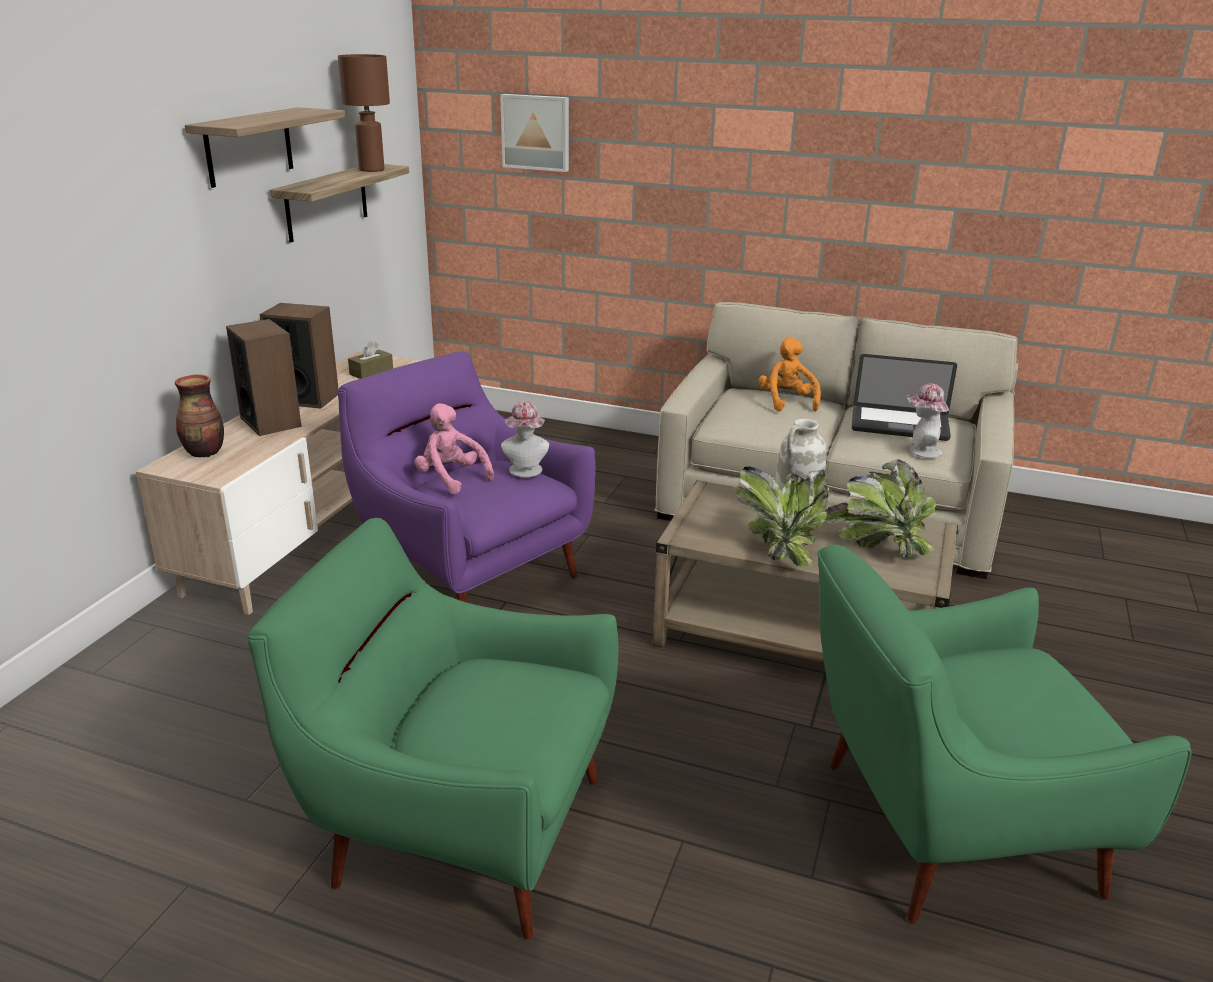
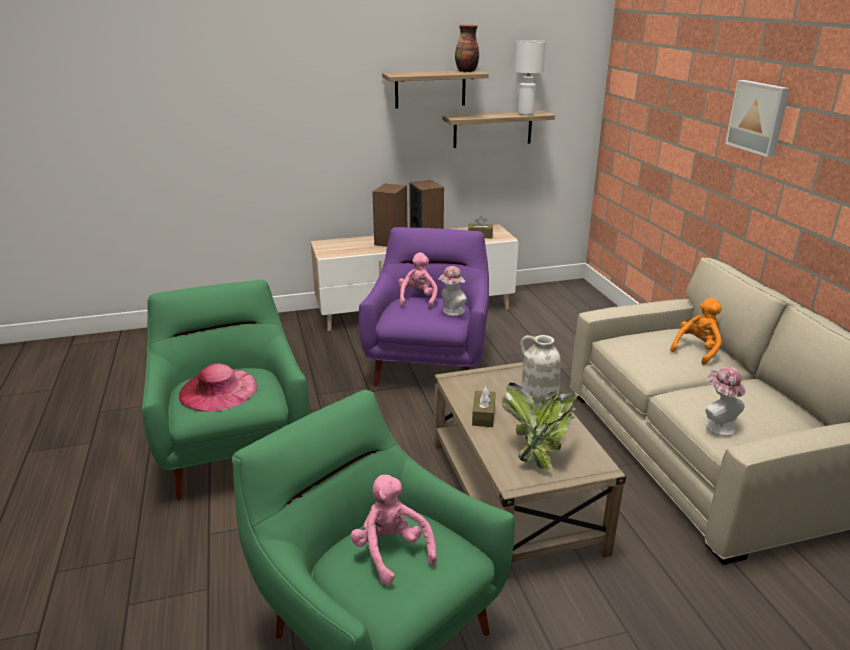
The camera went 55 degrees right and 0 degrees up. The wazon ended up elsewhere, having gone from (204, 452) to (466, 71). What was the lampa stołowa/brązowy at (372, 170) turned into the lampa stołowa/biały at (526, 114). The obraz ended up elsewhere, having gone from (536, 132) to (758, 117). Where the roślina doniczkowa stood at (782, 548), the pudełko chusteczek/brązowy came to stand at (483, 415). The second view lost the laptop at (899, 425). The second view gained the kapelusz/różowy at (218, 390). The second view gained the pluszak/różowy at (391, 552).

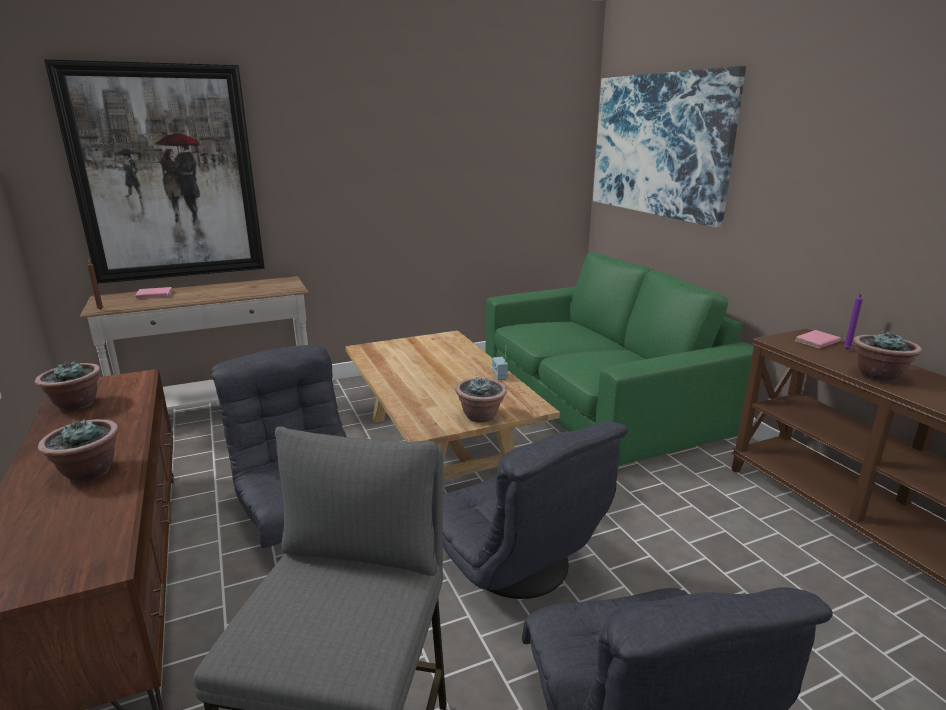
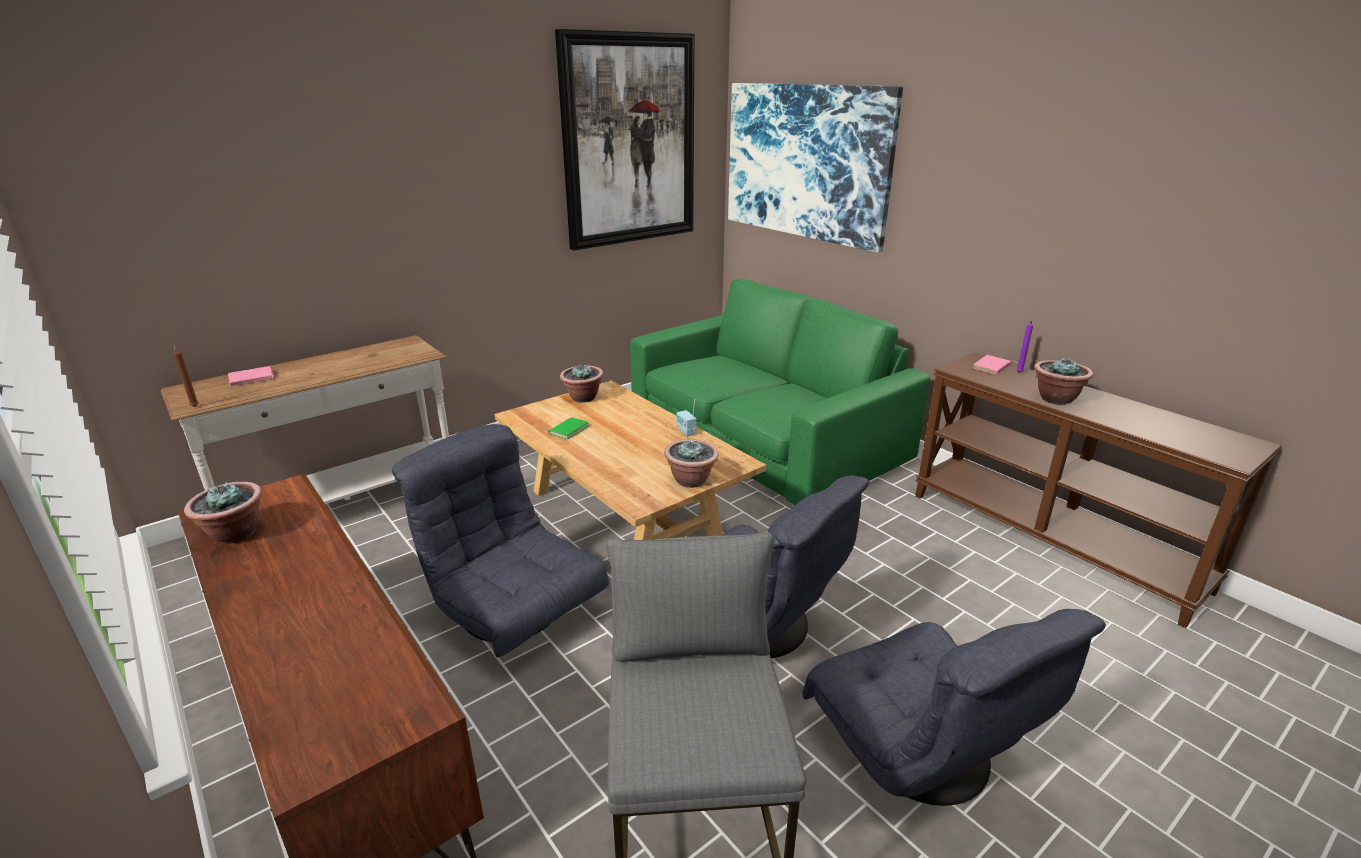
The camera went 15 degrees left and 5 degrees up. The roślina doniczkowa ended up elsewhere, having gone from (88, 472) to (583, 398). The obraz ended up elsewhere, having gone from (166, 174) to (629, 141). The second view gained the książka/zielony at (568, 430).

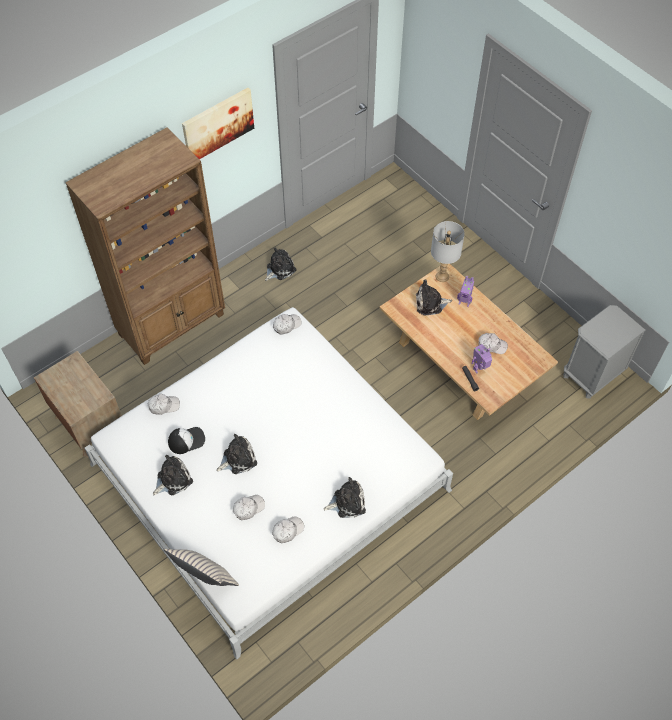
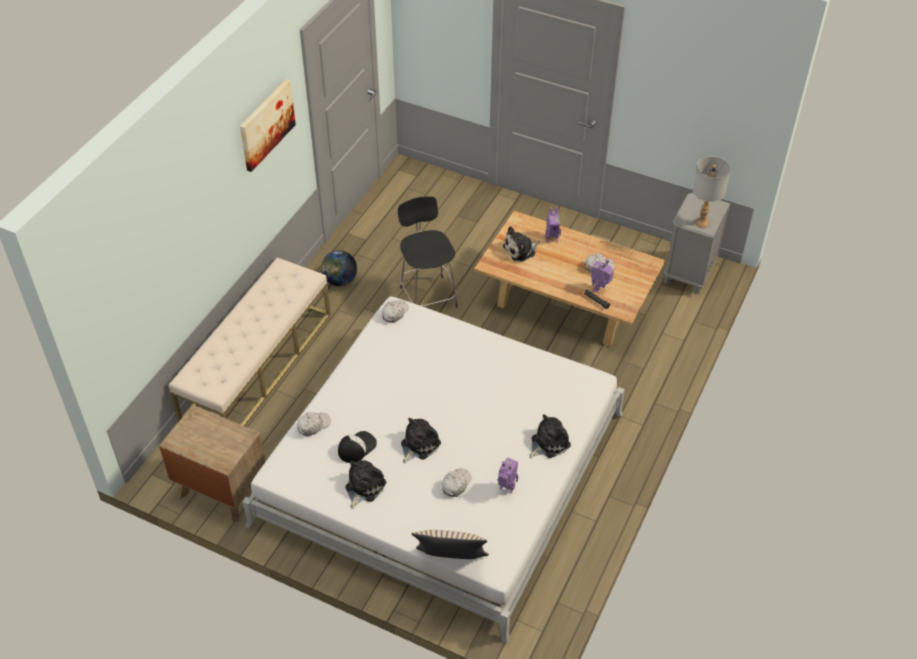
The camera went 25 degrees left and 10 degrees down. Where the regał/brązowy stood at (172, 324), the ławka/beżowy came to stand at (257, 366). Where the pluszak stood at (279, 269), the globus came to stand at (340, 281). Where the czapka z daszkiem/biały stood at (287, 530), the robot zabawkowy came to stand at (506, 489). The lampa stołowa/szary ended up elsewhere, having gone from (442, 276) to (702, 223). The second view gained the stołek/czarny at (428, 295).

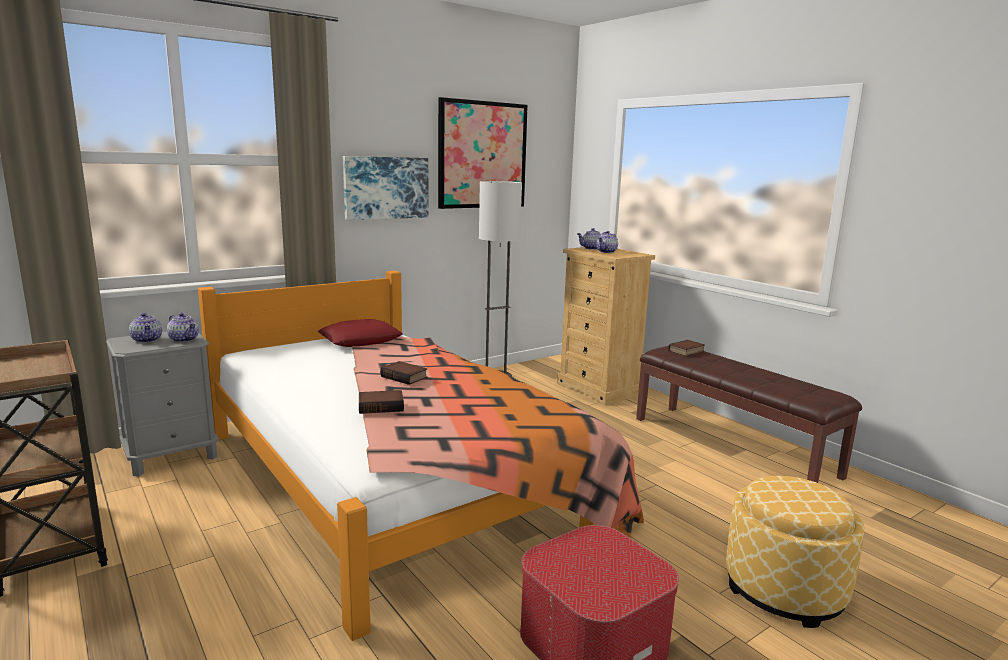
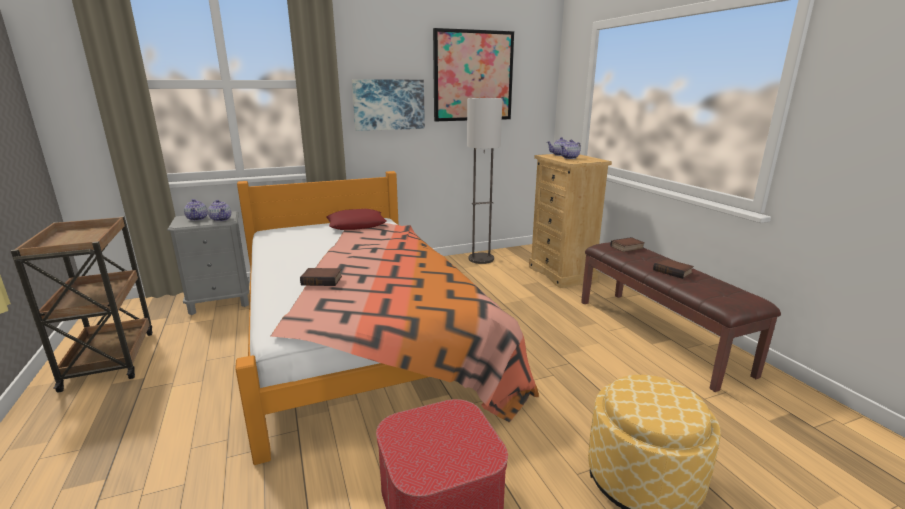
The camera went 15 degrees right and 5 degrees up. The książka ended up elsewhere, having gone from (405, 377) to (673, 271).

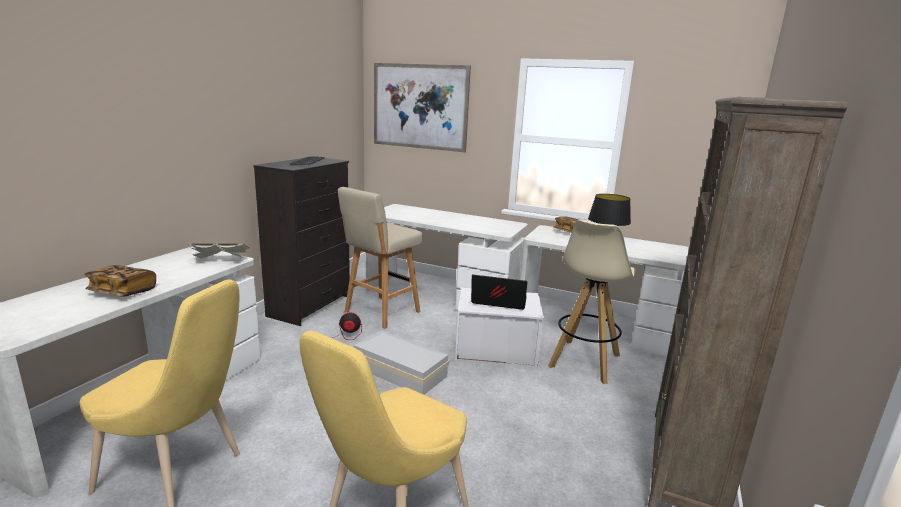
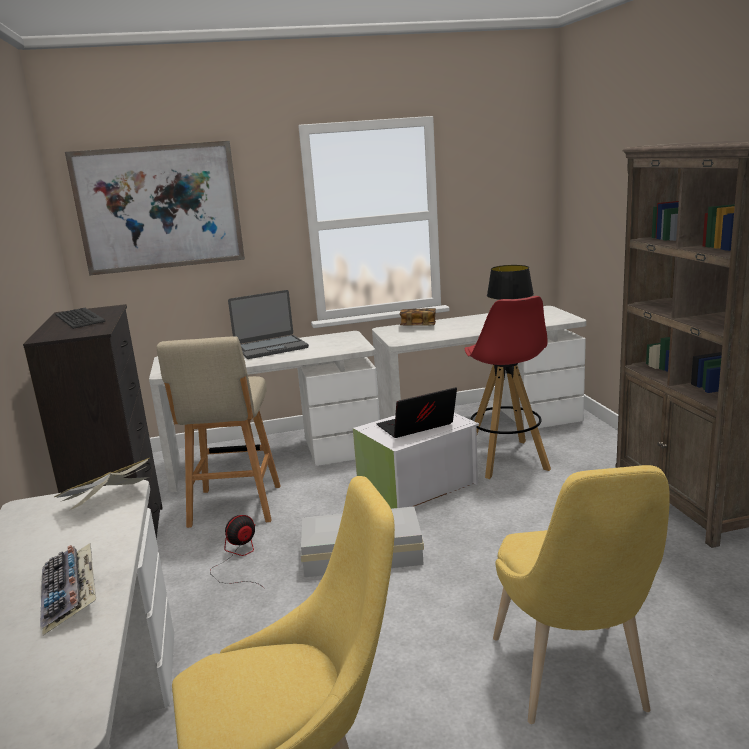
The camera went 35 degrees left and 0 degrees up. Where the książka stood at (123, 292), the klawiatura came to stand at (71, 595). What was the stołek/beżowy at (584, 361) turned into the stołek/czerwony at (506, 459). The second view gained the laptop at (271, 348).

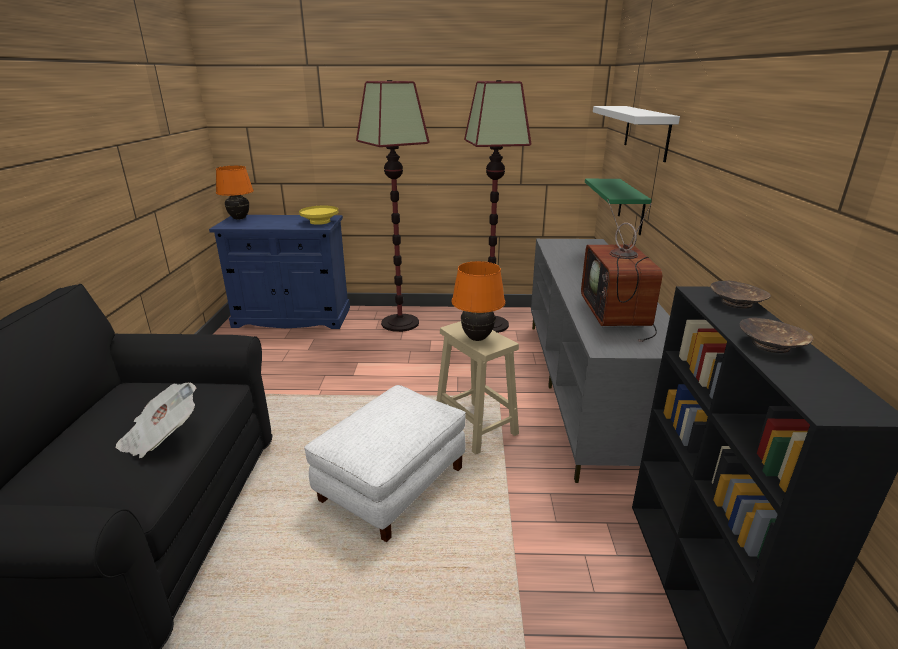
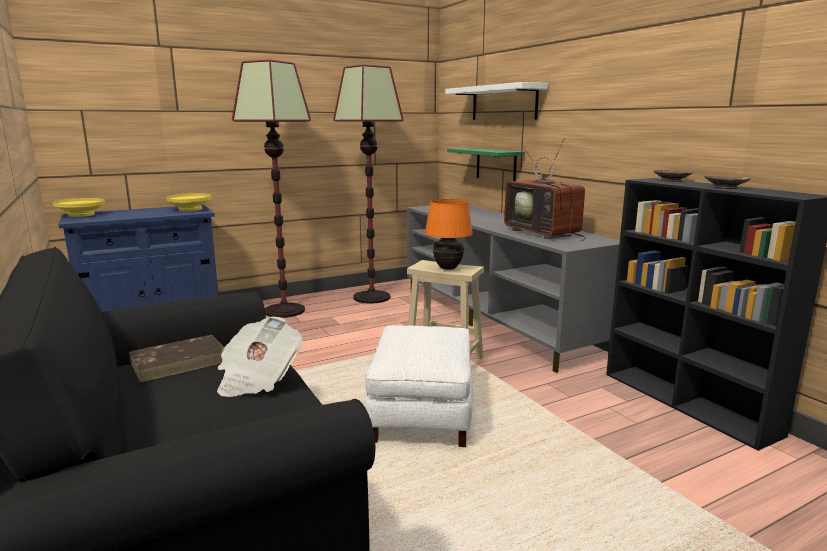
The camera went 30 degrees left and 10 degrees down. Where the lampa stołowa/pomarańczowy stood at (239, 218), the miska/żółty came to stand at (81, 215). The second view gained the książka/brązowy at (180, 361).

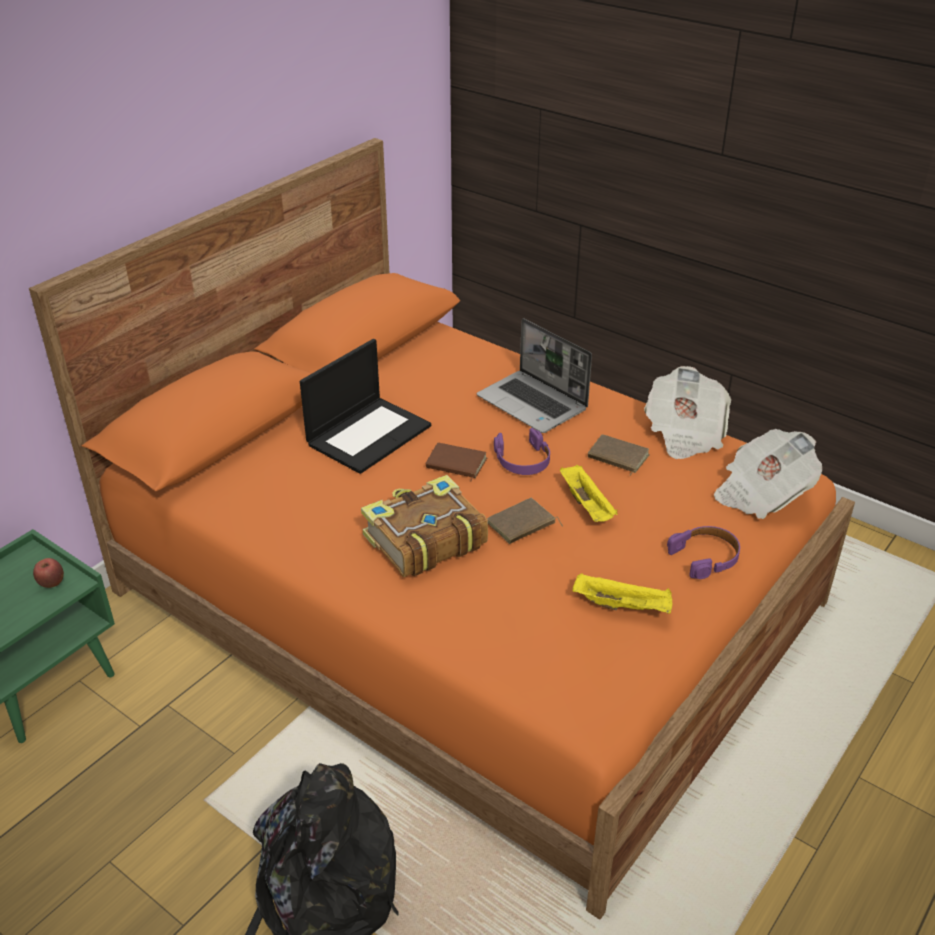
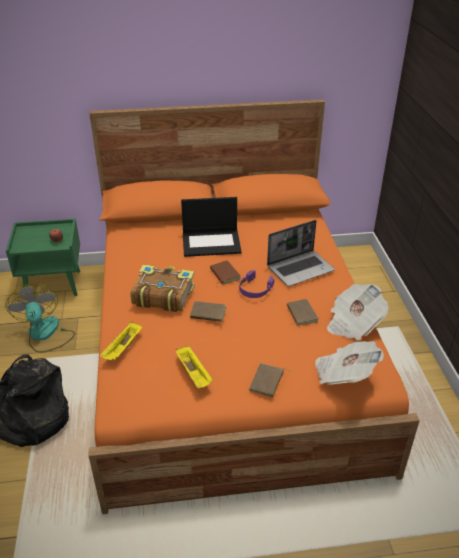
The camera went 45 degrees right and 0 degrees up. The laptop at (533, 404) ended up facing another way, 120 degrees counterclockwise from before. The taca/żółty ended up elsewhere, having gone from (587, 505) to (123, 348). Where the słuchawki/fioletowy stood at (705, 557), the książka/brązowy came to stand at (267, 382). The second view gained the wentylator at (45, 334).

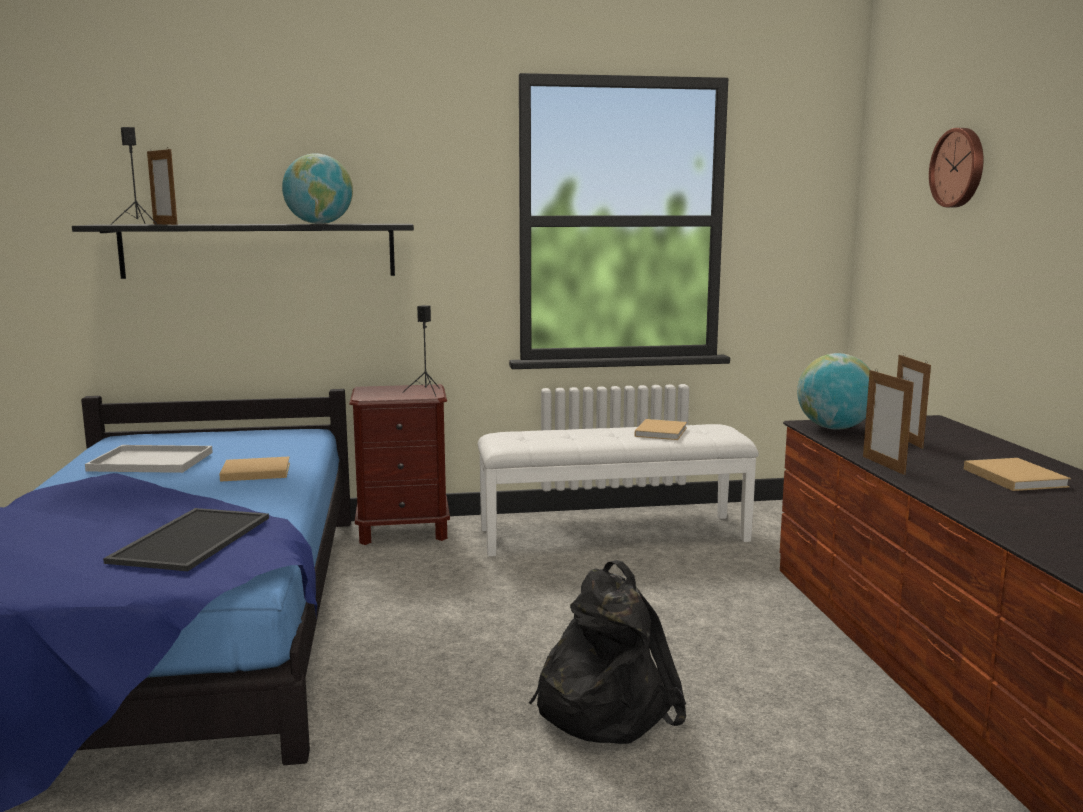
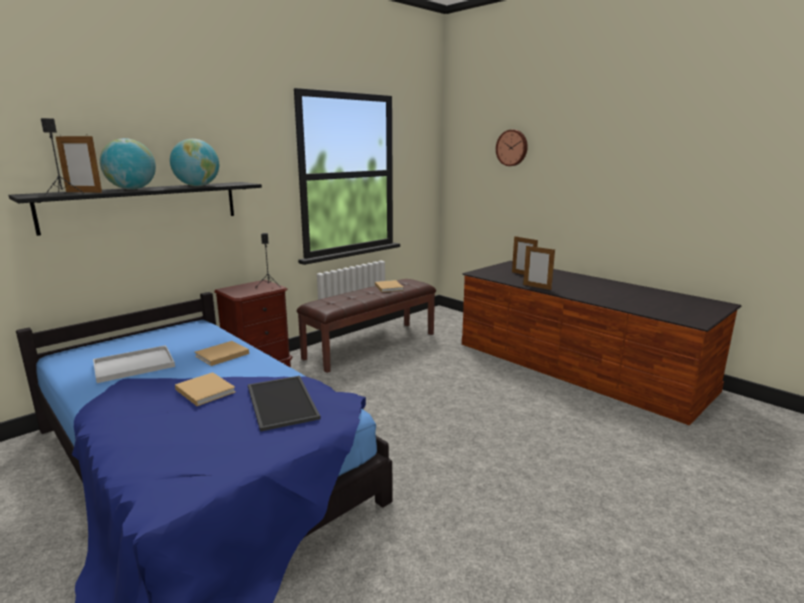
The camera went 35 degrees left and 5 degrees up. What was the ławka/biały at (613, 534) turned into the ławka/brązowy at (371, 345). The second view lost the plecak/czarny at (602, 706). The globus ended up elsewhere, having gone from (834, 428) to (132, 189). The książka/beżowy ended up elsewhere, having gone from (1012, 477) to (204, 390).

